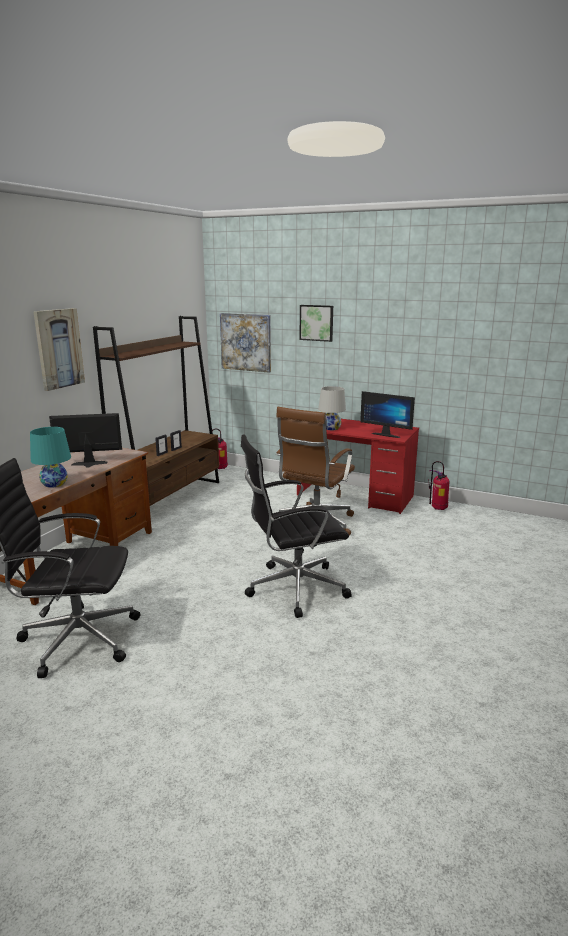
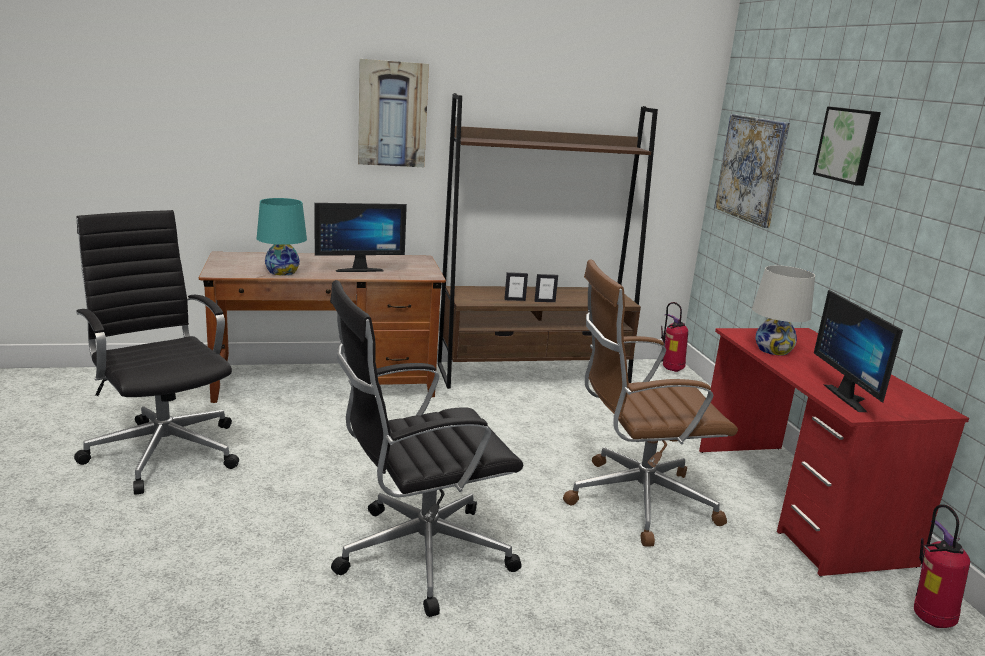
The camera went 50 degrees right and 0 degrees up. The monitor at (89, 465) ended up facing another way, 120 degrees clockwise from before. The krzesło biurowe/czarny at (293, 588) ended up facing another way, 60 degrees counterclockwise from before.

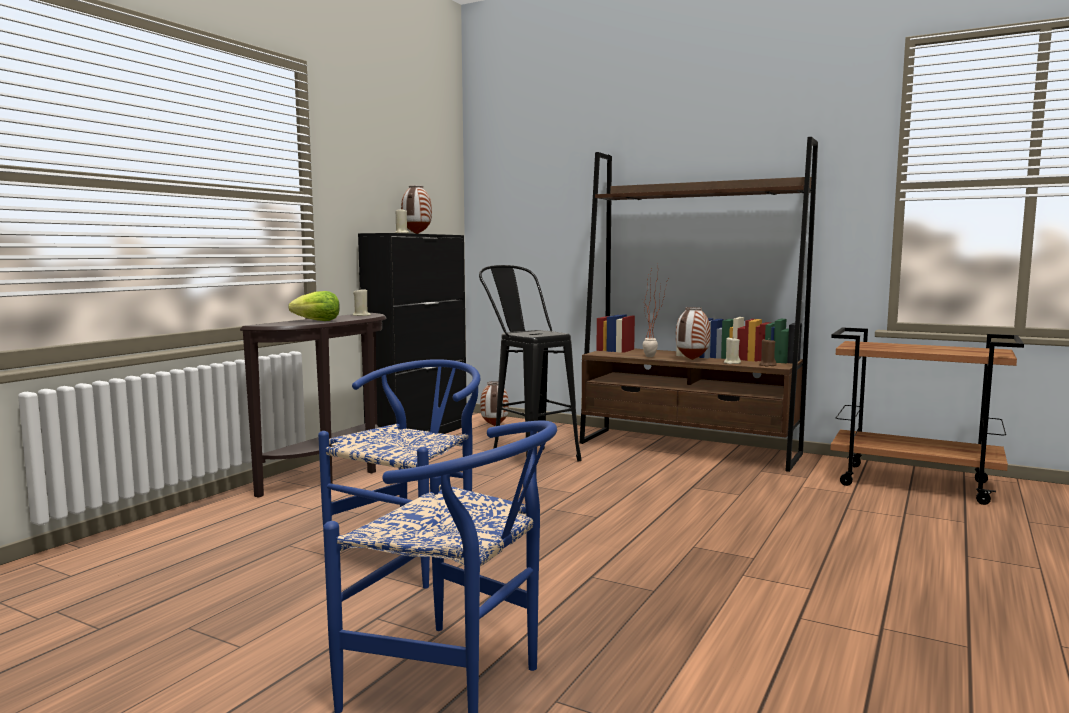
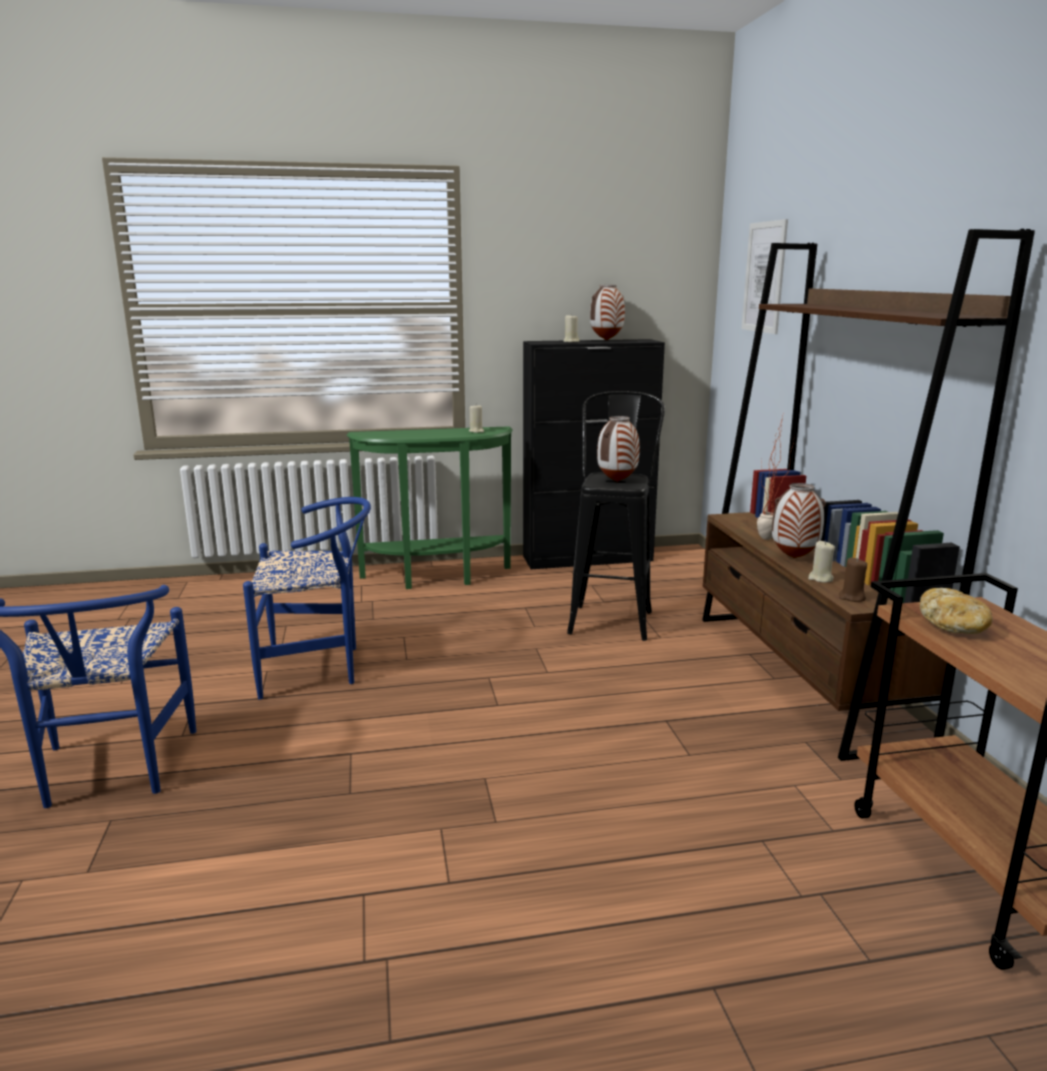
The camera went 50 degrees right and 10 degrees up. What was the stolik konsolowy/brązowy at (335, 476) turned into the stolik konsolowy/zielony at (437, 578). The second view lost the sałata at (318, 321). The wazon ended up elsewhere, having gone from (494, 426) to (617, 481). The second view gained the obraz at (764, 277). The second view gained the chleb at (953, 627).

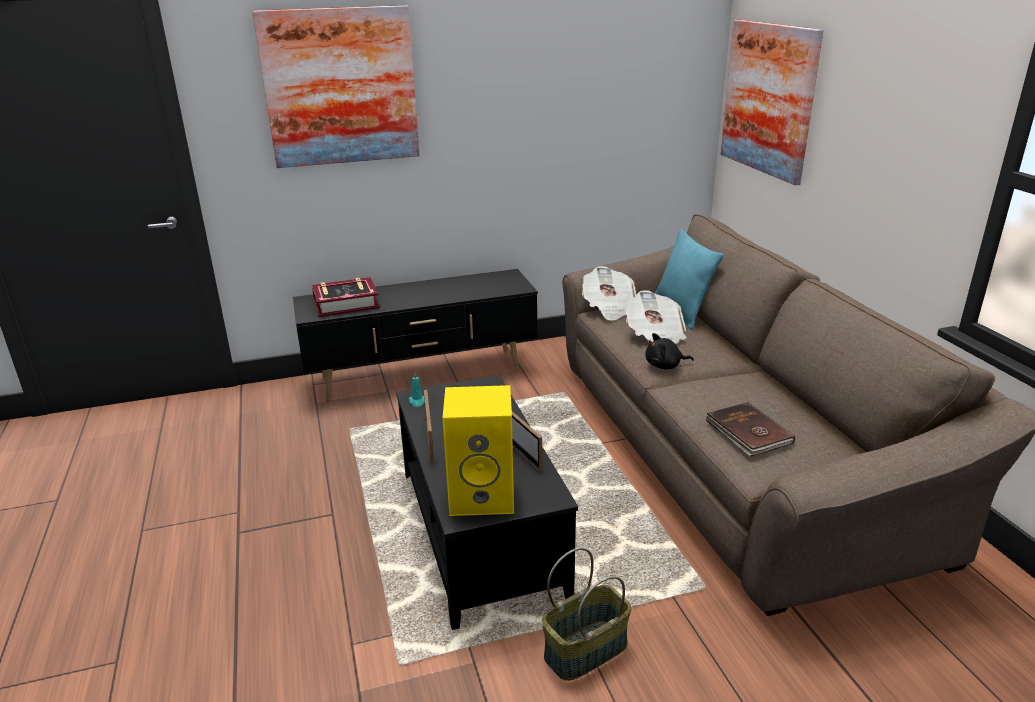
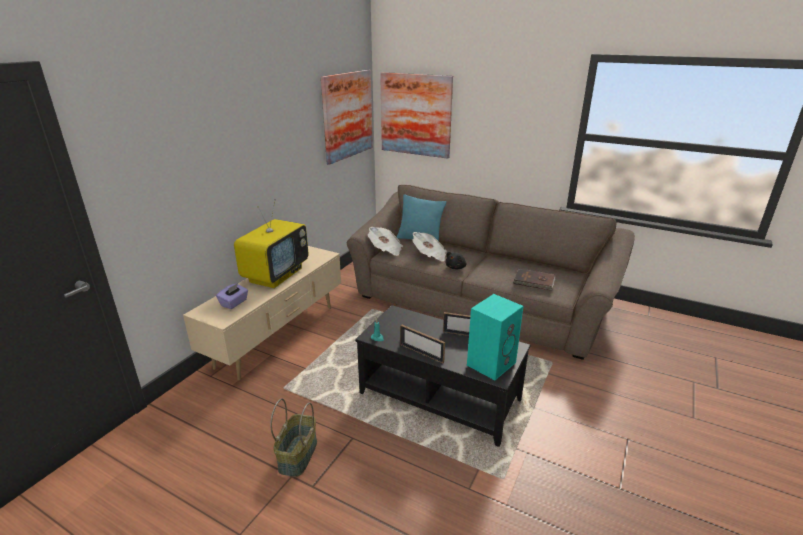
The camera went 45 degrees left and 0 degrees up. The obraz ended up elsewhere, having gone from (340, 87) to (347, 115). What was the szafka pod telewizor/czarny at (422, 375) turned into the szafka pod telewizor/beżowy at (278, 336). Where the książka stood at (346, 303), the pudełko chusteczek/fioletowy came to stand at (234, 303). What was the głośnik/żółty at (483, 496) turned into the głośnik/turkusowy at (491, 363). The koszyk ended up elsewhere, having gone from (585, 649) to (297, 455). The second view gained the telewizor at (276, 275).

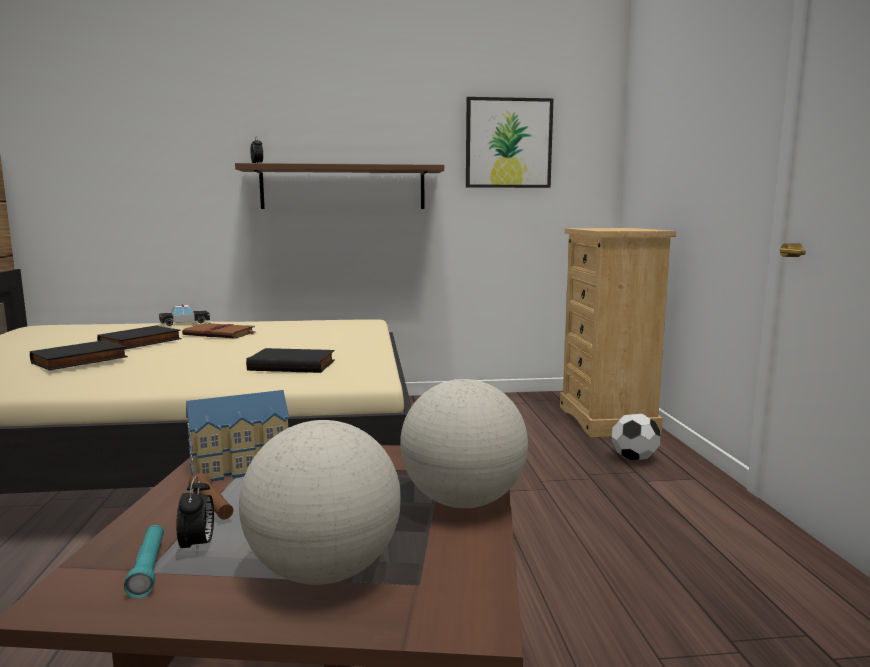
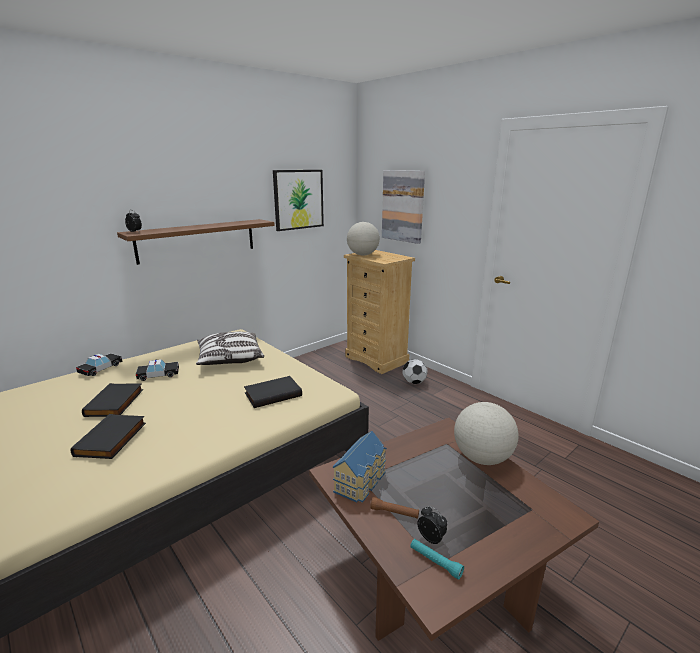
The camera went 35 degrees left and 10 degrees up. Where the książka/brązowy stood at (220, 334), the samochodzik came to stand at (158, 375). The globus ended up elsewhere, having gone from (323, 572) to (363, 255). The second view gained the poduszka at (230, 359). The second view gained the obraz at (403, 206).

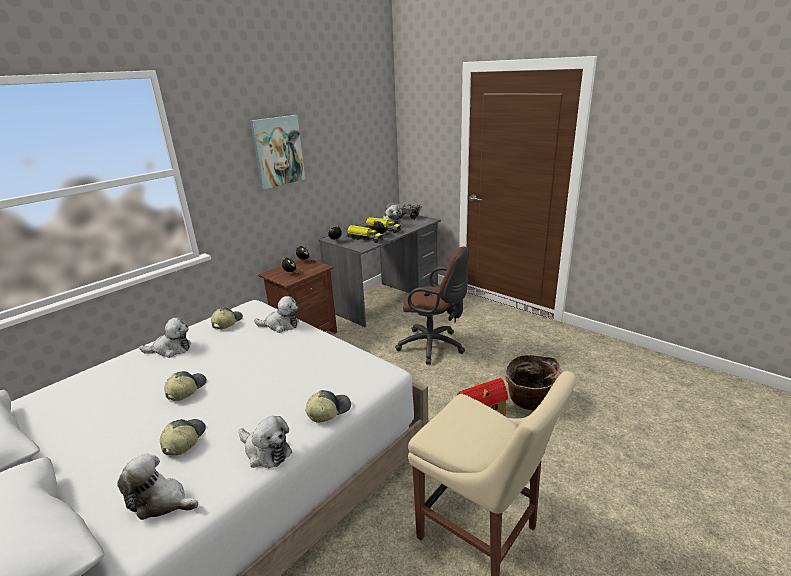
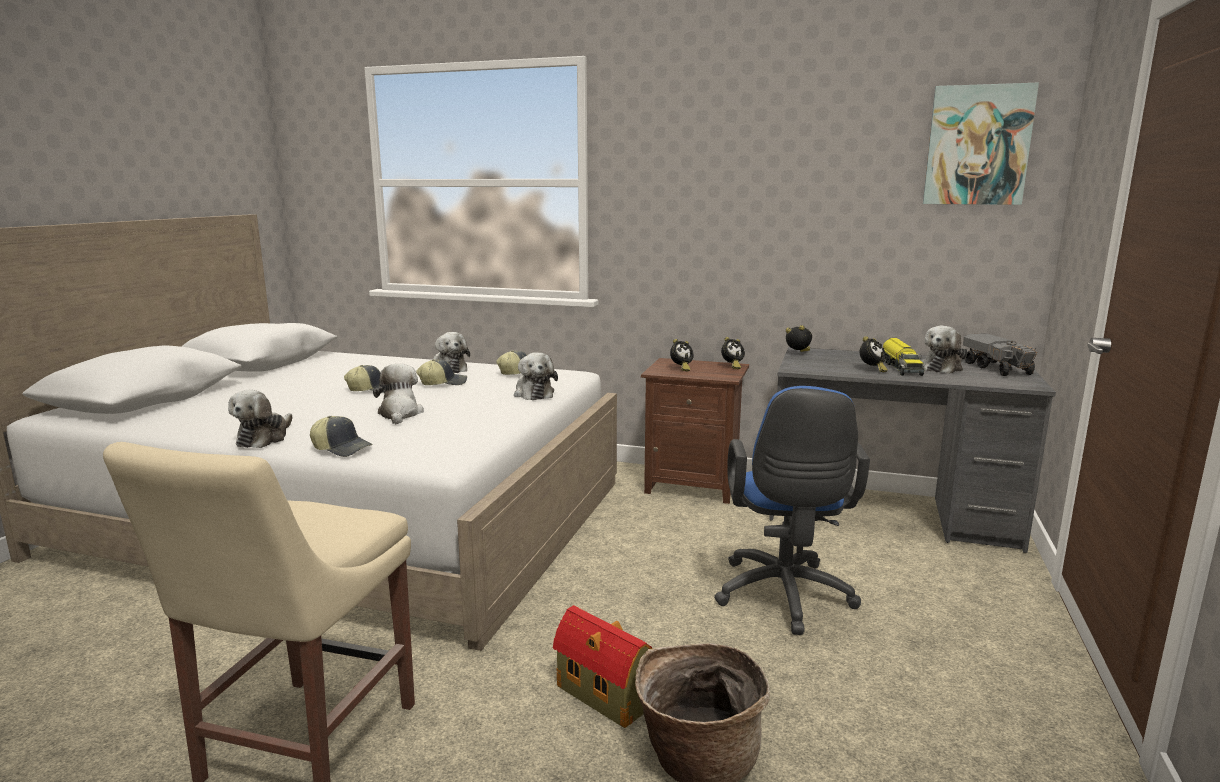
The camera went 65 degrees right and 10 degrees down. The pluszak ended up elsewhere, having gone from (161, 501) to (399, 414). The czapka z daszkiem ended up elsewhere, having gone from (183, 440) to (443, 383). The obraz ended up elsewhere, having gone from (278, 151) to (977, 145). The second view lost the ciężarówka zabawkowa at (364, 239). What was the krzesło biurowe/brązowy at (434, 346) turned into the krzesło biurowe/niebieski at (784, 598).

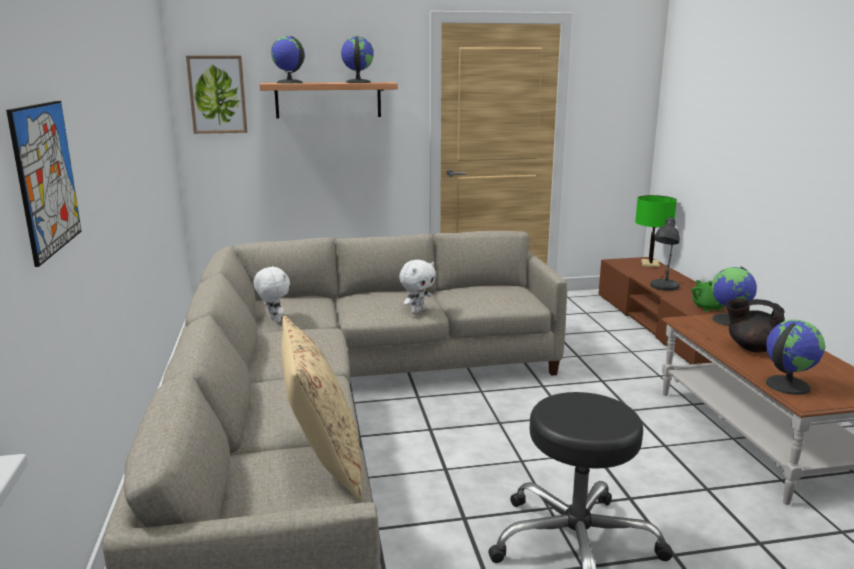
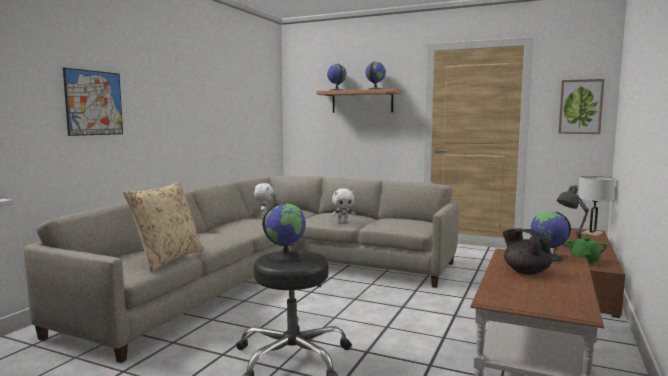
The camera went 35 degrees right and 10 degrees down. The obraz ended up elsewhere, having gone from (217, 94) to (580, 107). What was the lampa stołowa/zielony at (650, 264) turned into the lampa stołowa/biały at (592, 234). The globus ended up elsewhere, having gone from (786, 385) to (286, 257).

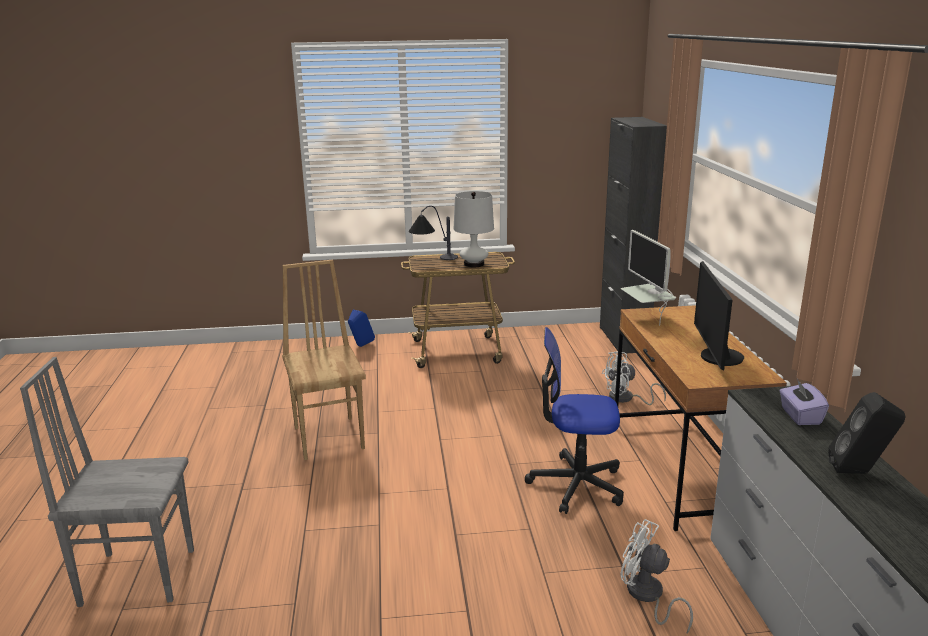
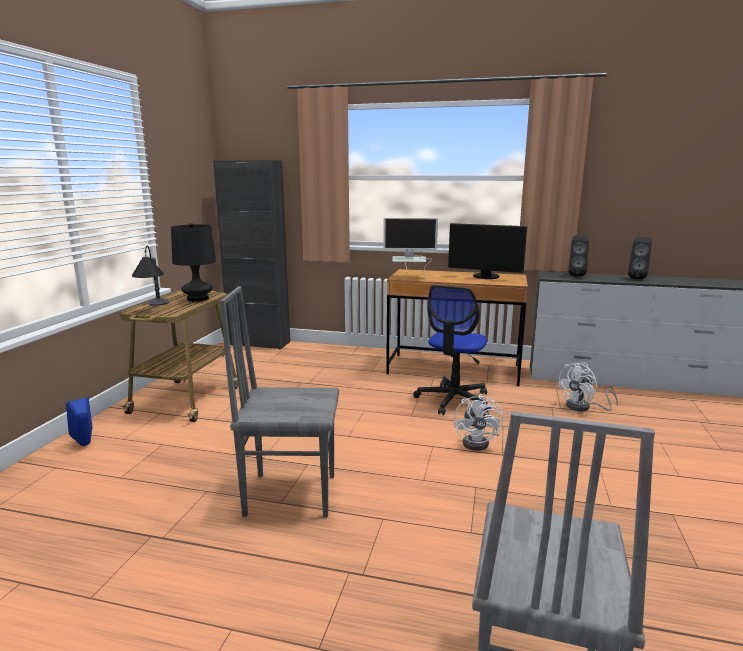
The camera went 70 degrees left and 5 degrees down. What was the krzesło/brązowy at (330, 437) turned into the krzesło/szary at (290, 494). What was the lampa stołowa/biały at (474, 264) turned into the lampa stołowa/czarny at (198, 299). The wentylator/biały ended up elsewhere, having gone from (626, 399) to (479, 442). Where the pudełko chusteczek/fioletowy stood at (800, 416), the głośnik/czarny came to stand at (576, 276).

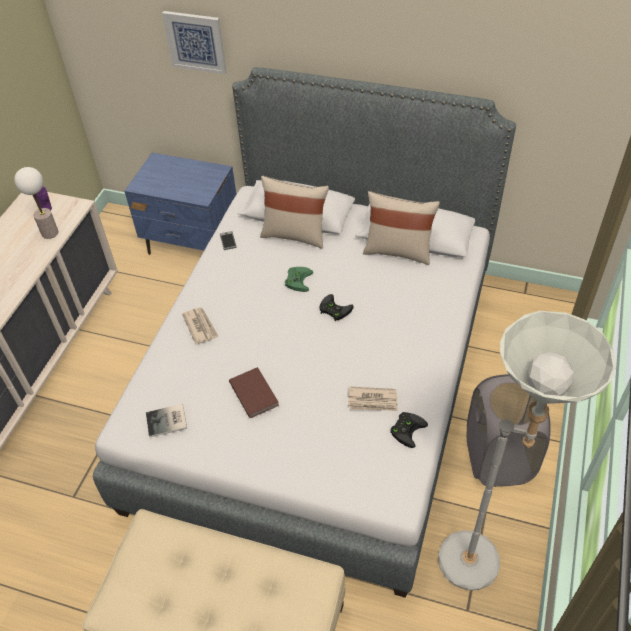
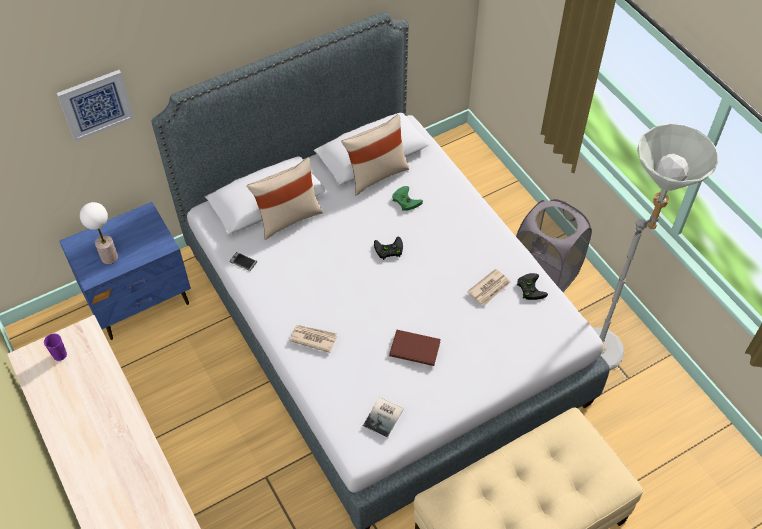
The camera went 50 degrees left and 5 degrees up. The lampa stołowa ended up elsewhere, having gone from (50, 233) to (109, 257). The pad do gier/zielony ended up elsewhere, having gone from (297, 280) to (405, 200).

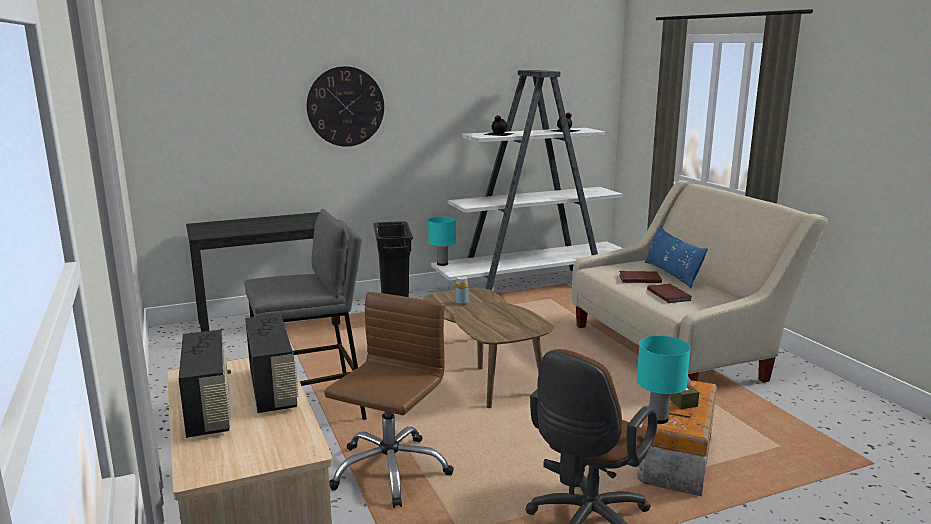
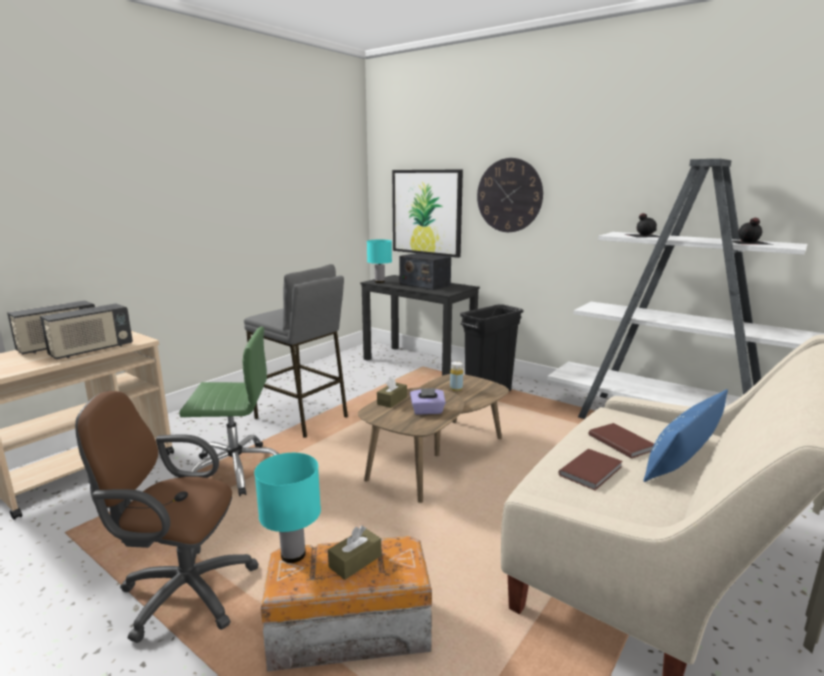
The camera went 60 degrees right and 0 degrees up. What was the krzesło biurowe/brązowy at (389, 470) turned into the krzesło biurowe/zielony at (236, 469). The lampa stołowa/turkusowy ended up elsewhere, having gone from (442, 264) to (379, 282). The second view gained the pudełko chusteczek/brązowy at (392, 400). The second view gained the obraz at (426, 212). The second view gained the radio at (424, 284). The second view gained the pudełko chusteczek/fioletowy at (427, 411).

